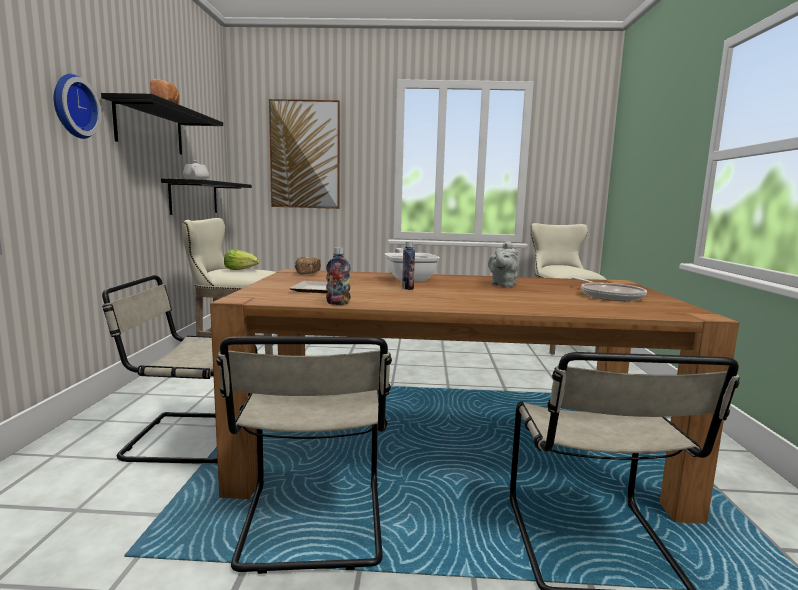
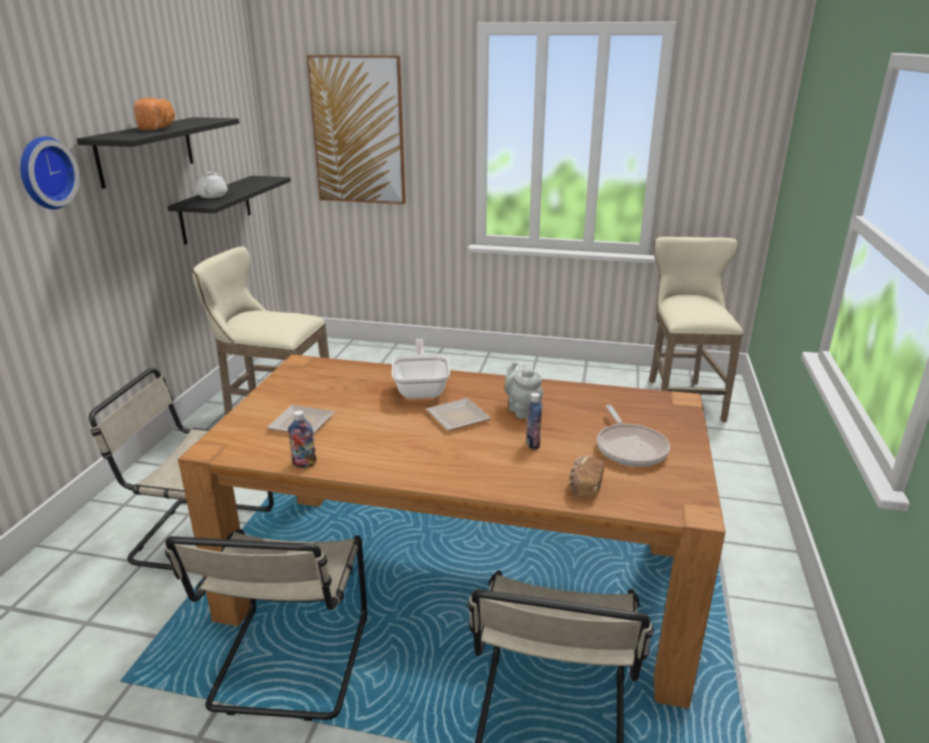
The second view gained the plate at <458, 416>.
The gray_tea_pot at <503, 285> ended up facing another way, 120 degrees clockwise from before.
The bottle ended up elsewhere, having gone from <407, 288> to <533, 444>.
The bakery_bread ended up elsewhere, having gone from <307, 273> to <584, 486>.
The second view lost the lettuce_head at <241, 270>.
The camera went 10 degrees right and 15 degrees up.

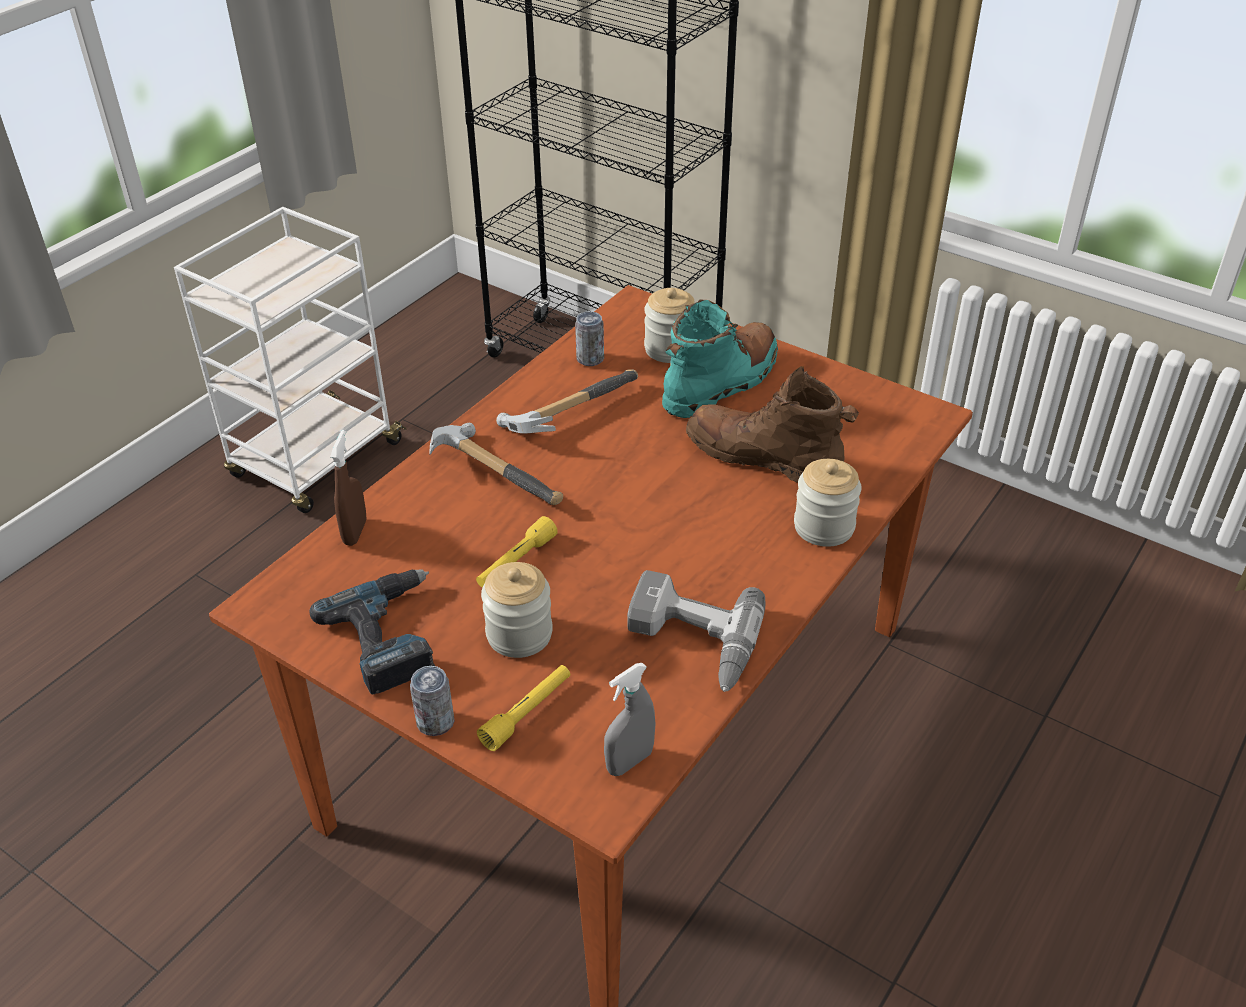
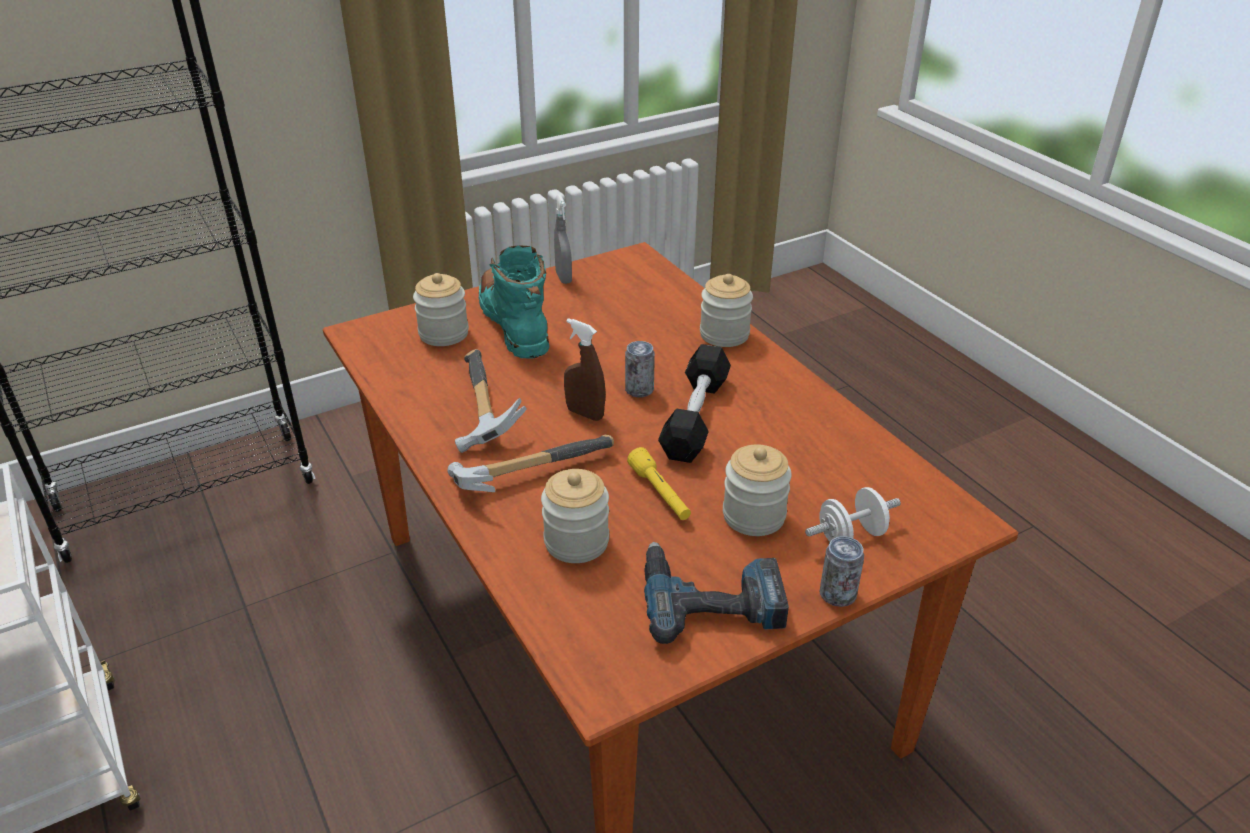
The second view gained the storage_jar at <576, 542>.
The gray_spray_bottle ended up elsewhere, having gone from <629, 761> to <563, 277>.
The brown-coloured_spray_bottle ended up elsewhere, having gone from <355, 532> to <585, 413>.
The sealed_can ended up elsewhere, having gone from <590, 359> to <639, 390>.
The second view gained the black-coloured_hand_weight at <695, 417>.
Where the yellow-coloured_flashlight stood at <527, 713>, the whitish_hand_weight came to stand at <850, 536>.
The second view lost the power_drill at <691, 642>.
The second view lost the brown-coloured_high-top_boot at <764, 458>.
The camera went 65 degrees left and 5 degrees down.

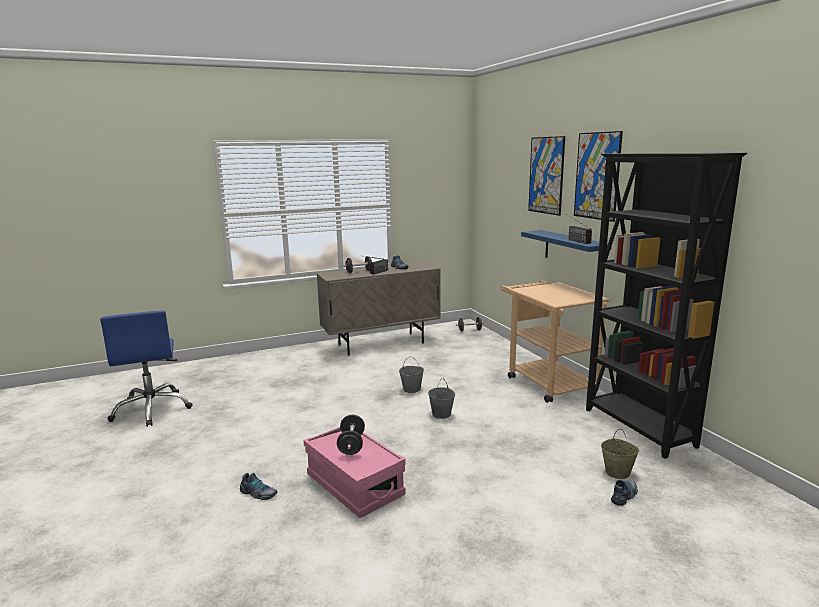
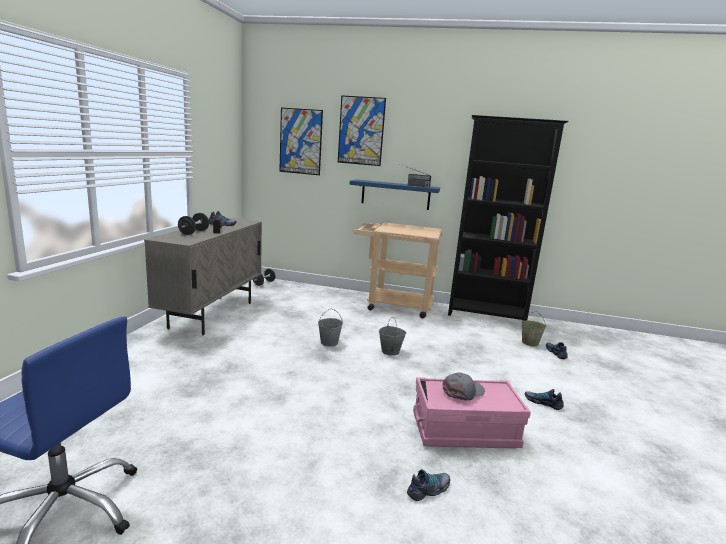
The picture ended up elsewhere, having gone from <597, 176> to <300, 141>.
Where the black-coloured_hand_weight stood at <351, 445>, the gray_peaked_cap came to stand at <463, 391>.
The second view gained the shoe at <543, 402>.
The camera went 55 degrees left and 0 degrees up.

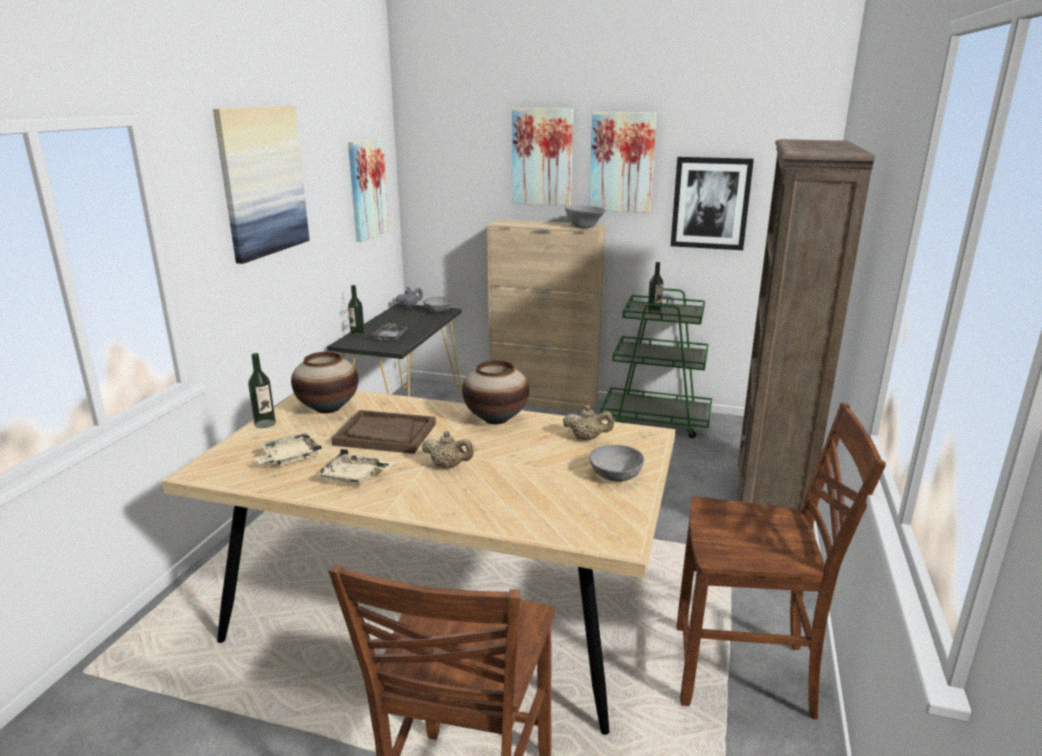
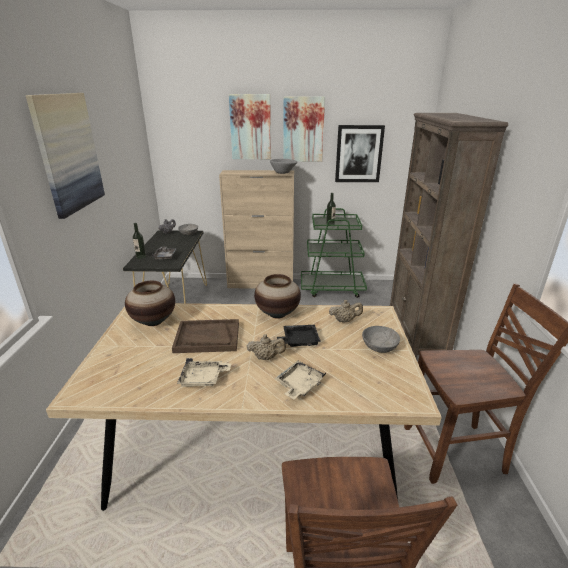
The beige-coloured_serving_tray ended up elsewhere, having gone from <289, 458> to <299, 385>.
The second view gained the black-coloured_serving_tray at <299, 341>.
The second view lost the bottle at <265, 424>.
The second view lost the picture at <367, 189>.
The camera went 15 degrees left and 5 degrees up.

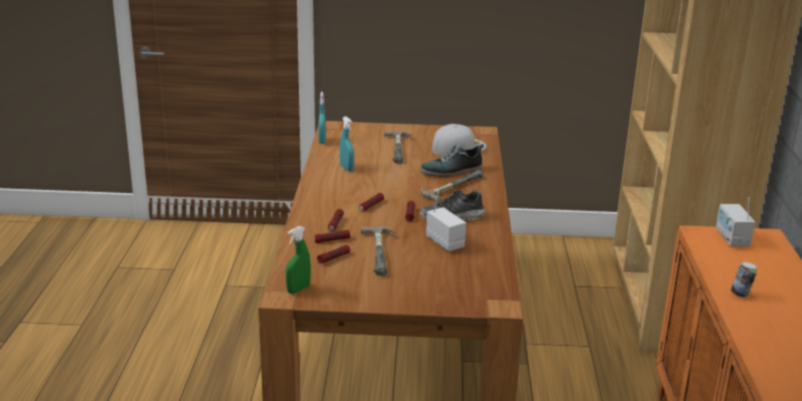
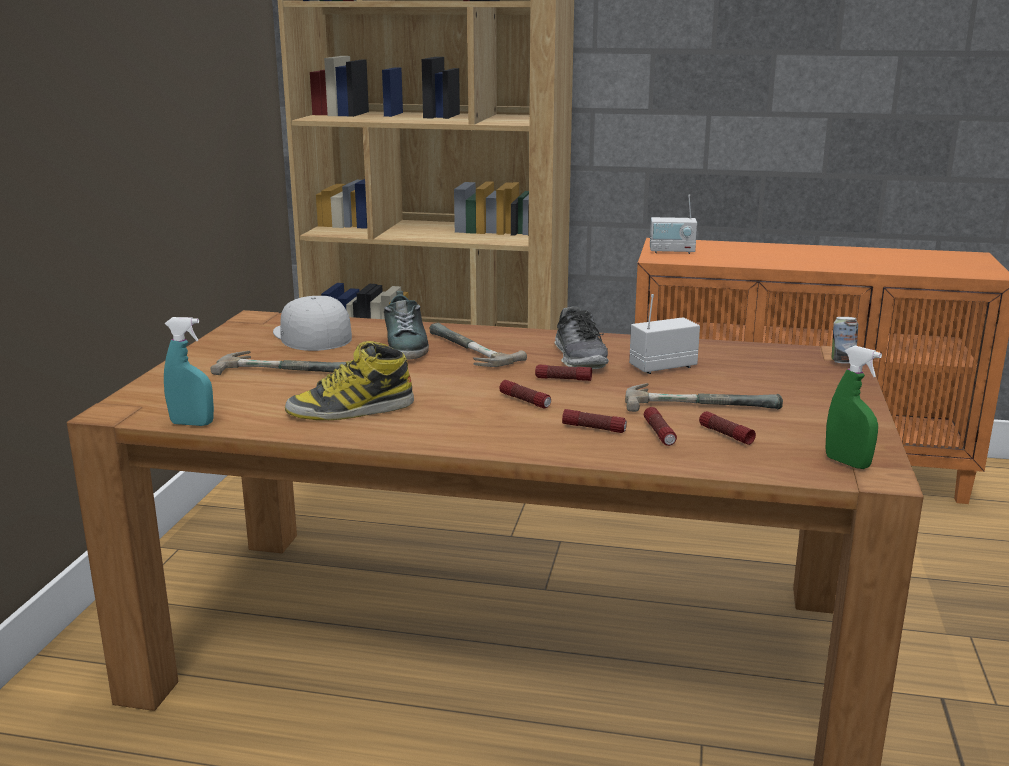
Where the turquoise-coloured_spray_bottle stood at <347, 168>, the high-top_boot came to stand at <351, 410>.
The sealed_can ended up elsewhere, having gone from <740, 294> to <842, 362>.
The camera went 80 degrees left and 5 degrees down.

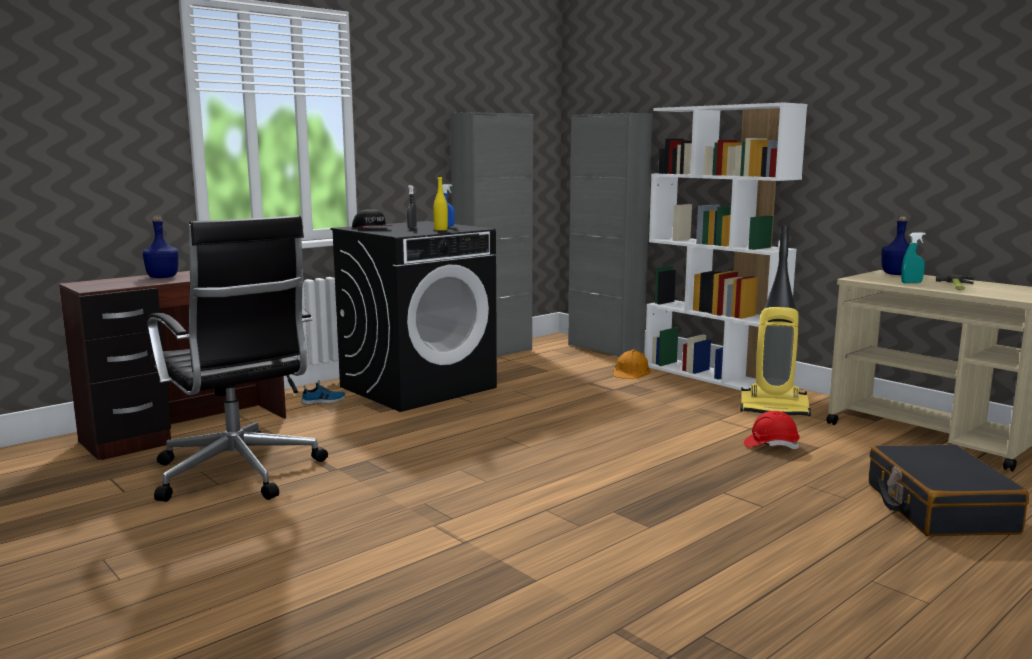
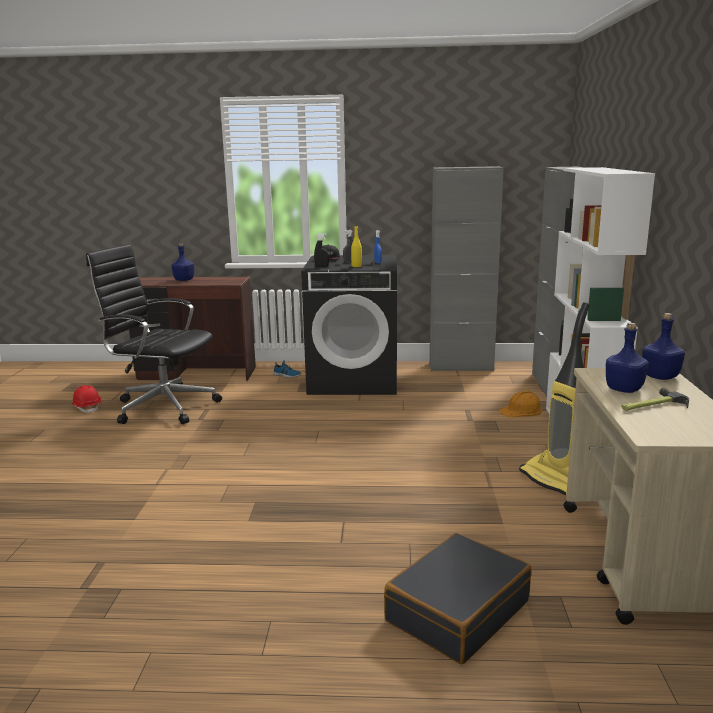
The reddish_safety_helmet ended up elsewhere, having gone from <771, 445> to <87, 407>.
The black-coloured_office_chair at <238, 474> ended up facing another way, 105 degrees clockwise from before.
The second view gained the black-coloured_spray_bottle at <321, 266>.
Where the turquoise-coloured_spray_bottle stood at <911, 283>, the blue-coloured_bottle came to stand at <624, 389>.
The camera went 45 degrees right and 5 degrees up.

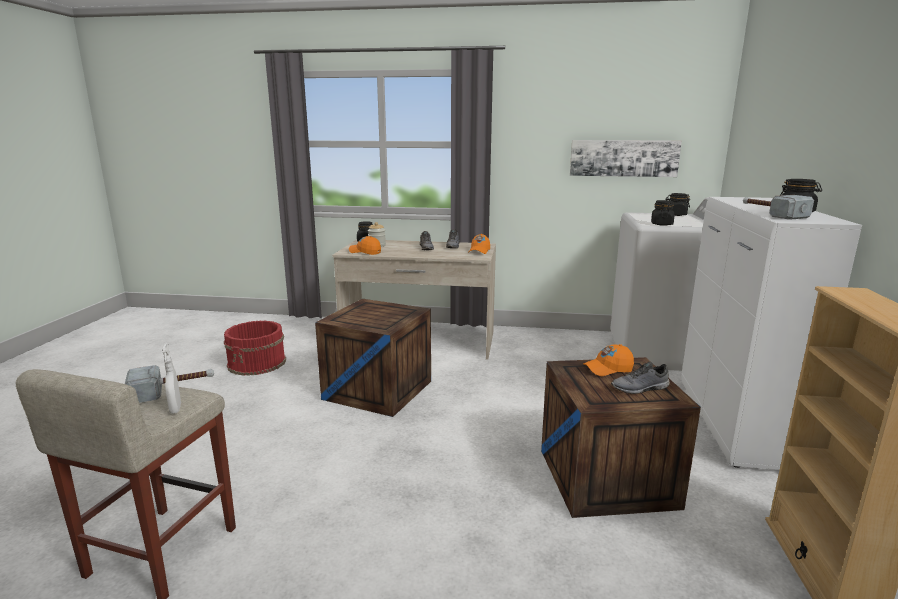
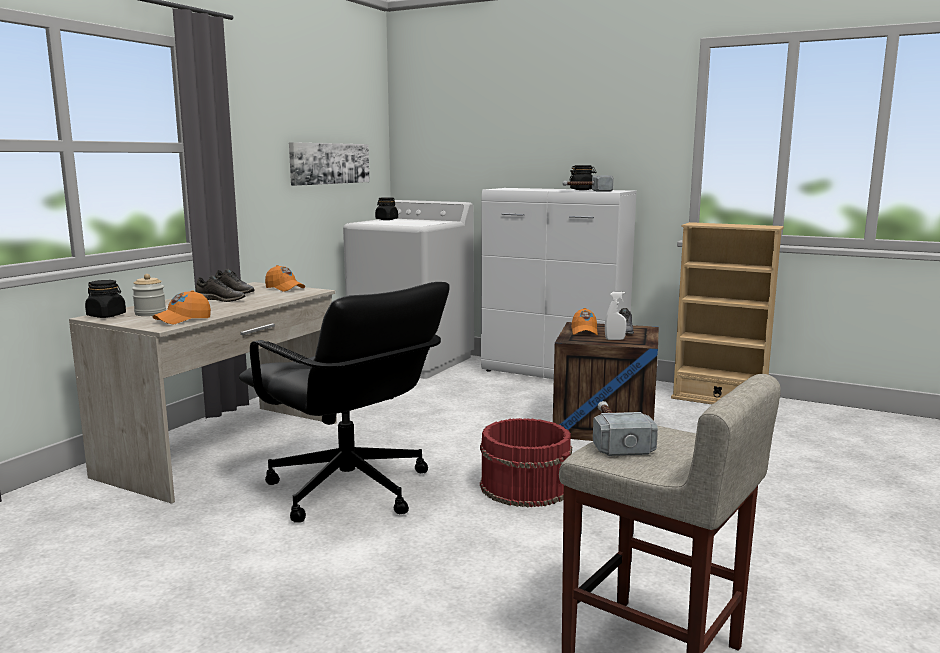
Where the packing_crate stood at <378, 390>, the black-coloured_office_chair came to stand at <348, 490>.
The reddish_pail ended up elsewhere, having gone from <257, 363> to <526, 486>.
The whitish_spray_bottle ended up elsewhere, having gone from <175, 409> to <615, 339>.
The second view lost the black-coloured_storage_jar at <661, 224>.
The camera went 70 degrees left and 5 degrees down.

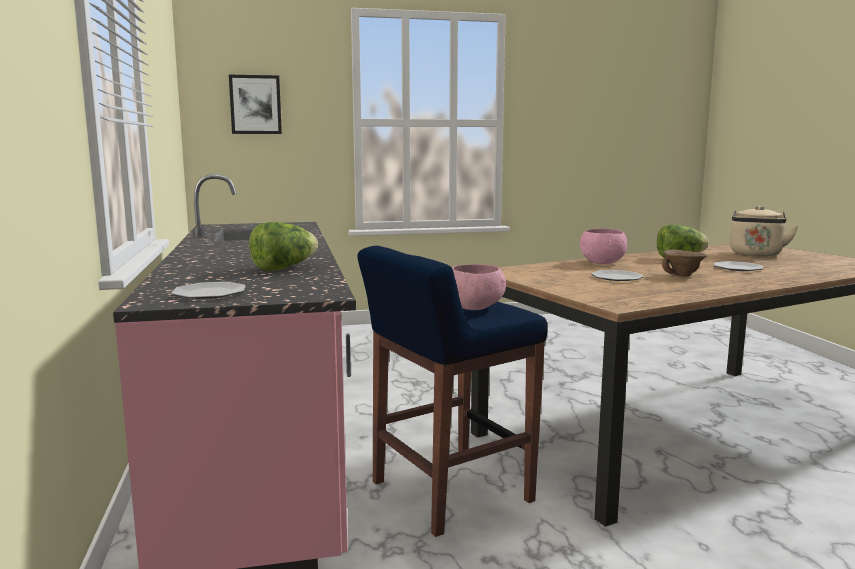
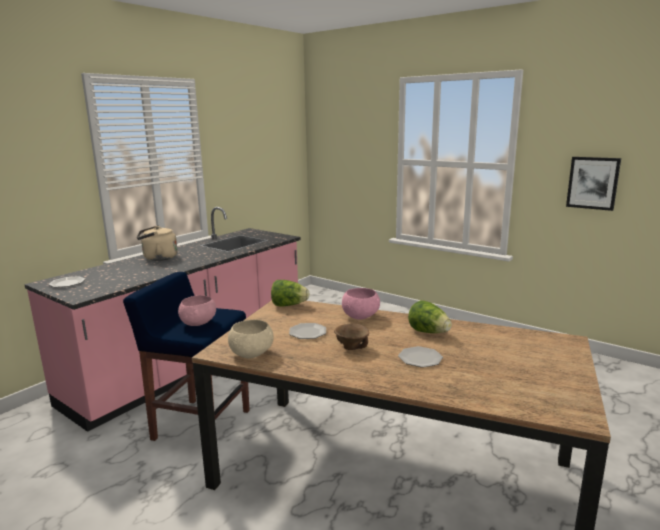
The beige-coloured_kettle ended up elsewhere, having gone from <756, 254> to <158, 258>.
The second view gained the beige-coloured_deep_dish at <252, 354>.
The lettuce_head ended up elsewhere, having gone from <283, 268> to <289, 305>.
The picture ended up elsewhere, having gone from <255, 104> to <593, 183>.
The camera went 50 degrees right and 5 degrees up.

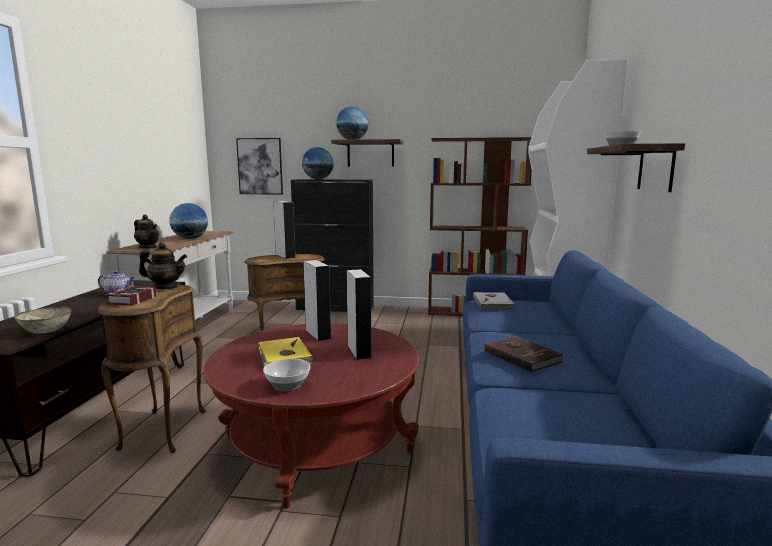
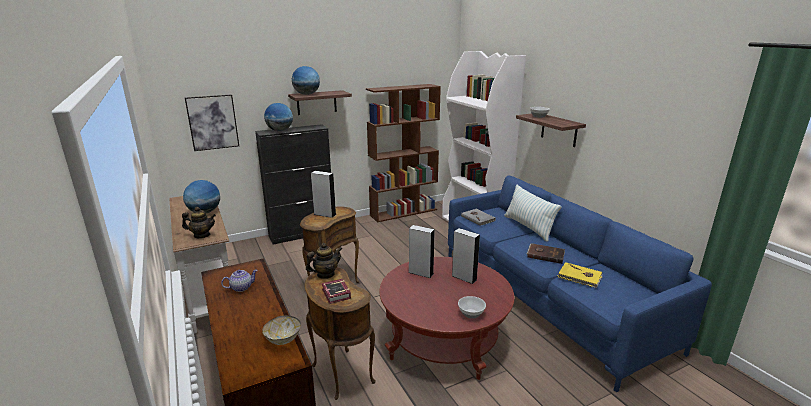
The second view gained the cushion at <528, 227>.
The yellow-coloured_volume ended up elsewhere, having gone from <283, 356> to <580, 277>.
The camera went 35 degrees left and 10 degrees up.

